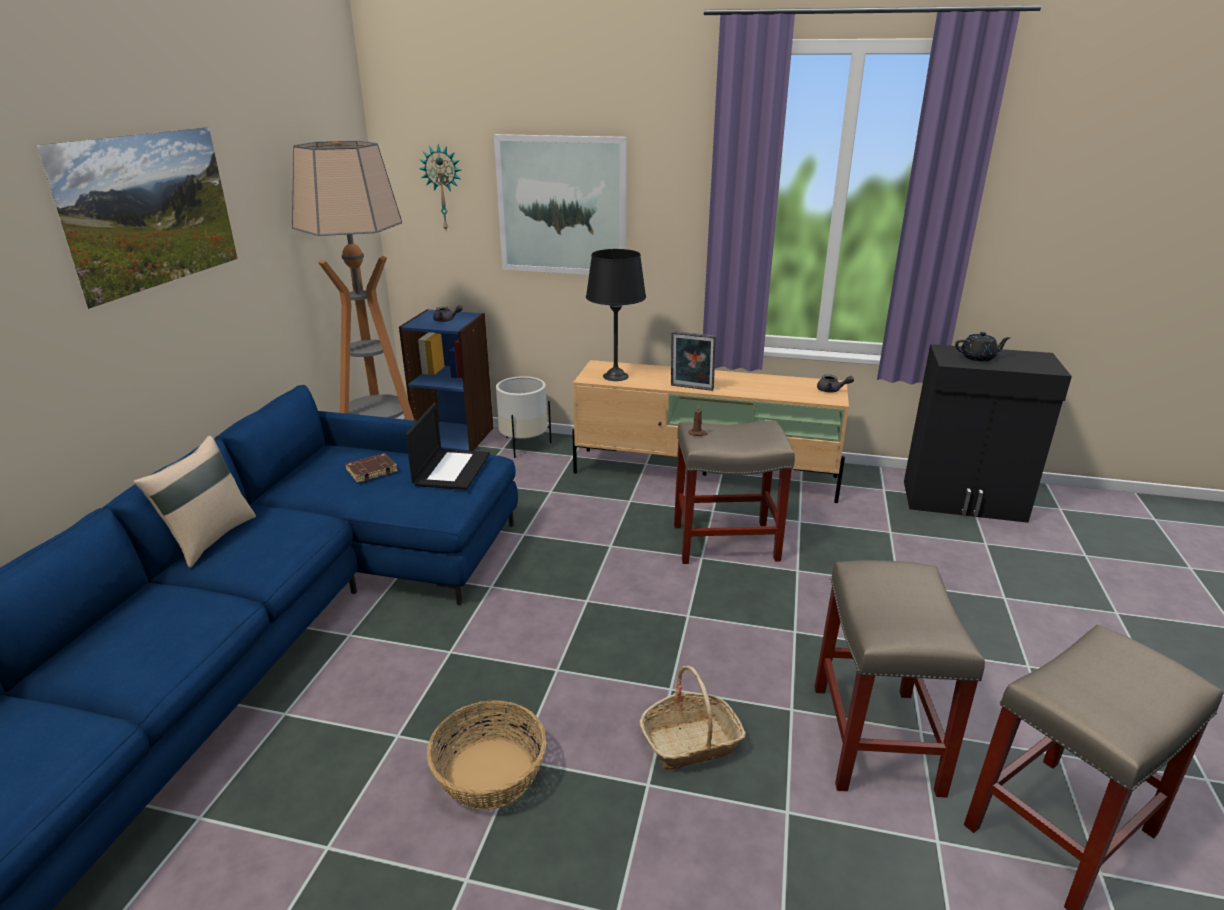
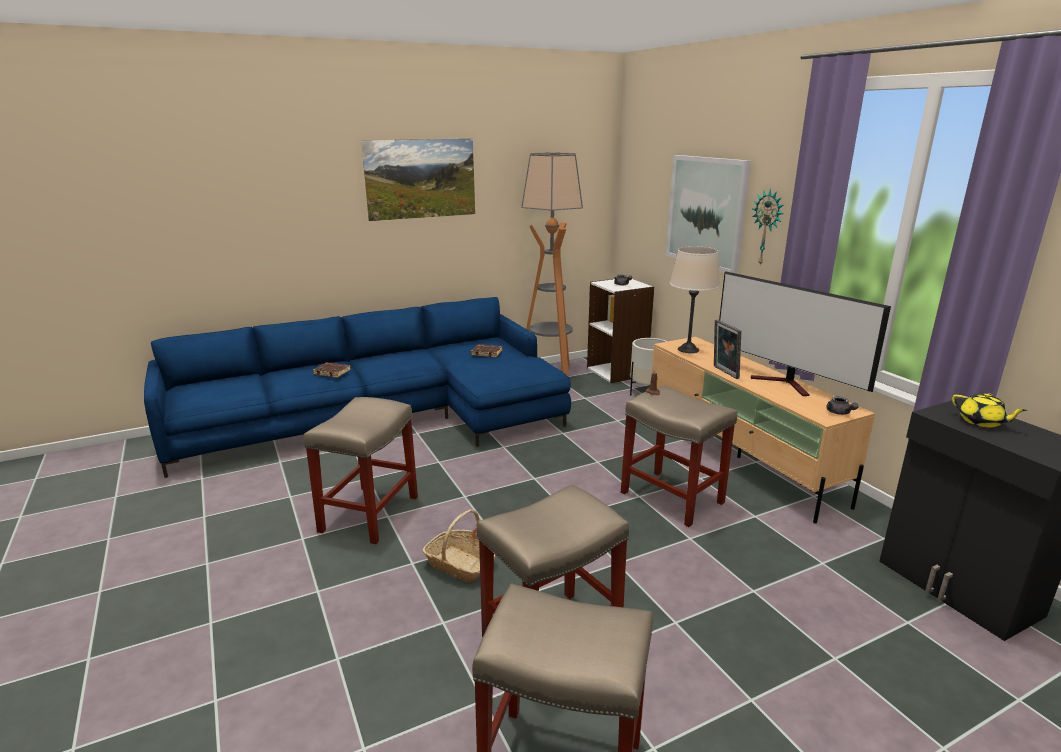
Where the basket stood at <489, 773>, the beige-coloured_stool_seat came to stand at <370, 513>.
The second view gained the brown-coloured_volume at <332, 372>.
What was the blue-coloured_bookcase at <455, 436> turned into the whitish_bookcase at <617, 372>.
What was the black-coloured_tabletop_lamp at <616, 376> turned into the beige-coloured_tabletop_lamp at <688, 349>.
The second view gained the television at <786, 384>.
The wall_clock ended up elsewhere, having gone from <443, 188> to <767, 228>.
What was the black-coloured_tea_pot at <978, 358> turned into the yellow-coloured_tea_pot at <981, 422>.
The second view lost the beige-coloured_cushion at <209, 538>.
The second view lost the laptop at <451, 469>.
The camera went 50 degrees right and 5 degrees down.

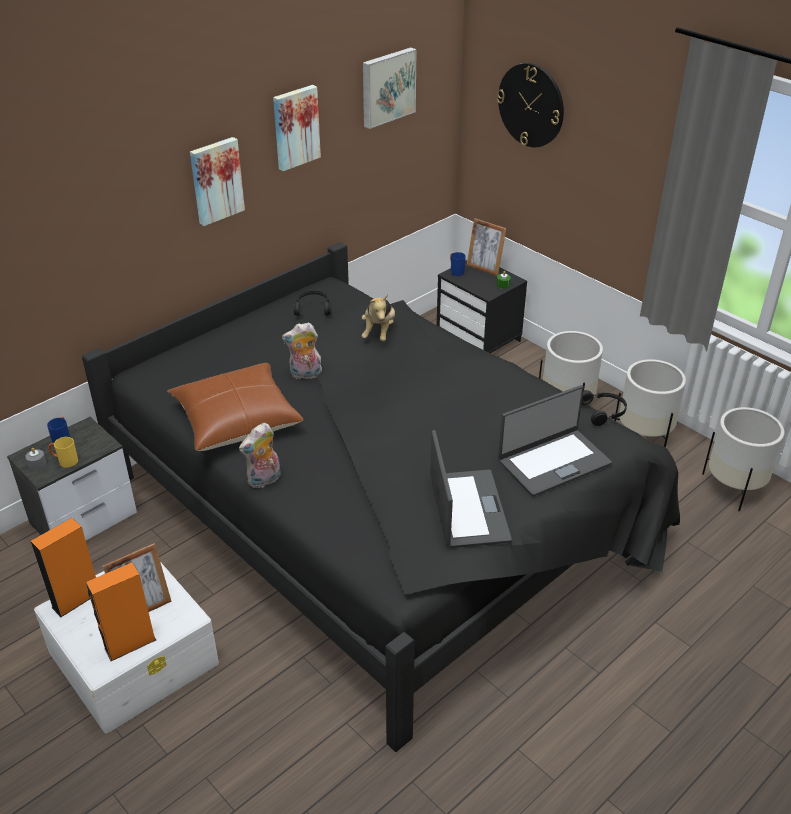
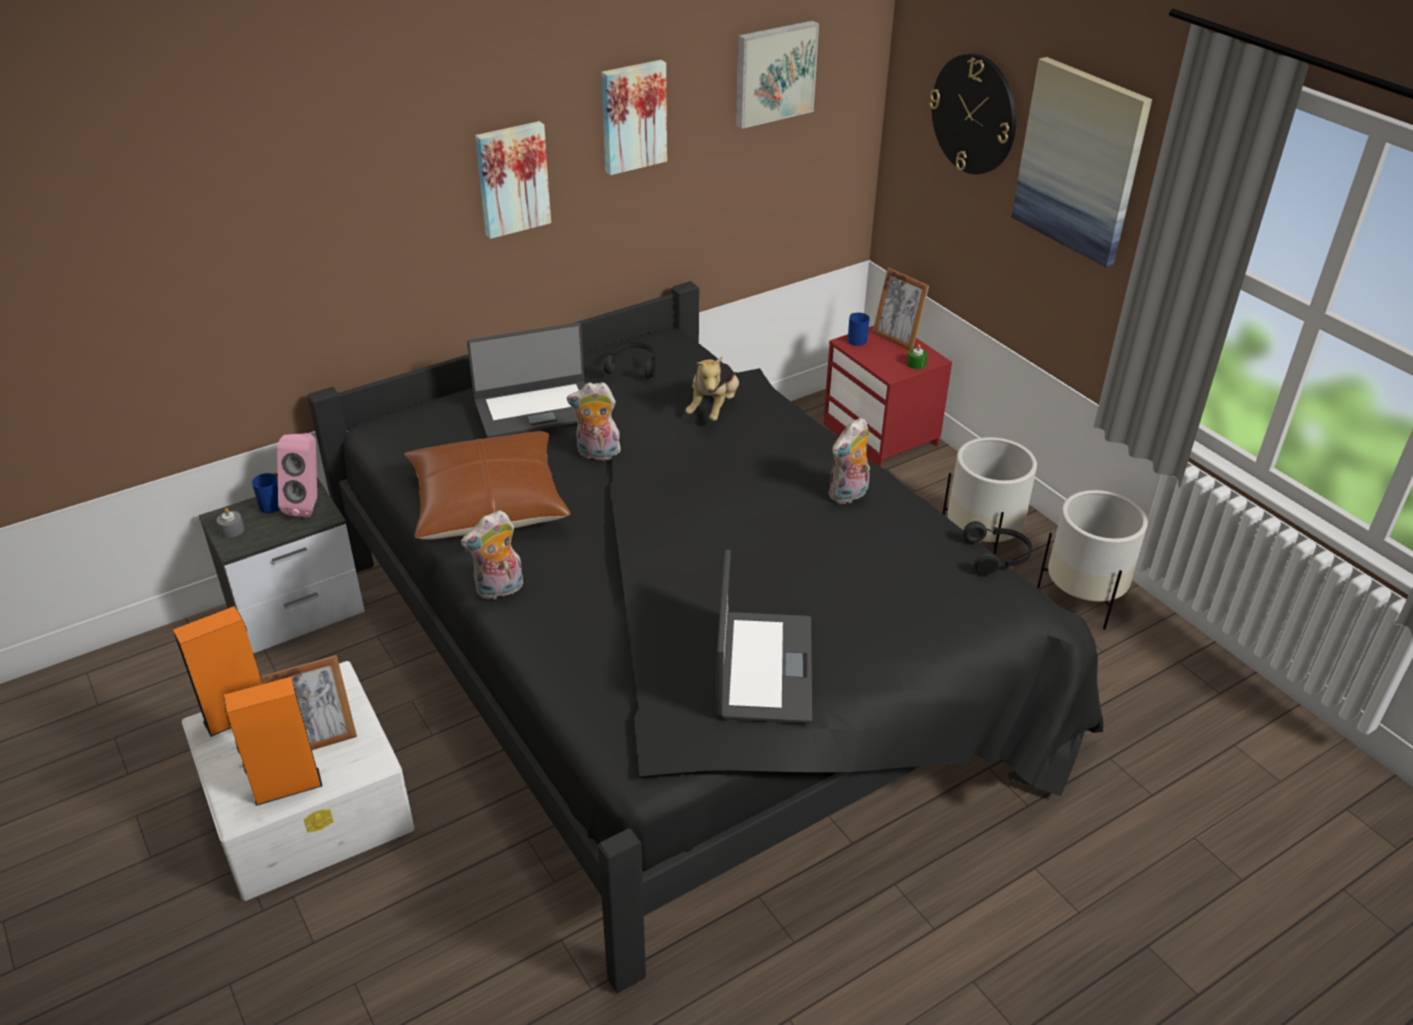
The second view gained the pink_audio_speaker at <309, 505>.
The laptop ended up elsewhere, having gone from <553, 462> to <536, 409>.
What was the black-coloured_night_table at <479, 338> turned into the reddish_night_table at <882, 435>.
The second view gained the soft_toy at <848, 495>.
The second view gained the picture at <1080, 161>.
The second view lost the yellow-coloured_coffee_mug at <65, 461>.
The second view lost the whitish_plant_pot at <734, 487>.
The camera went 10 degrees right and 0 degrees up.

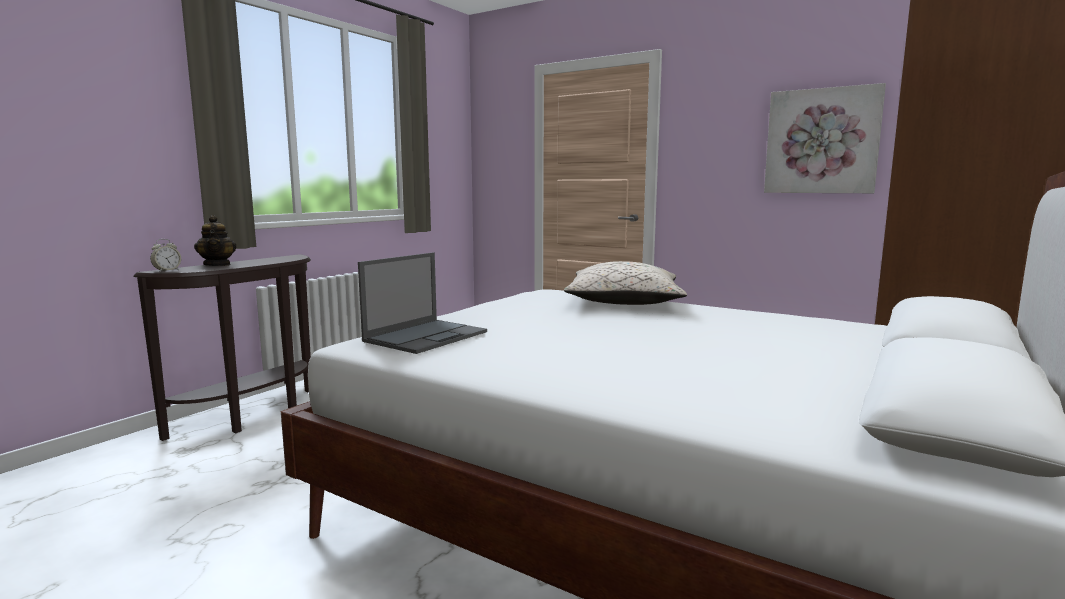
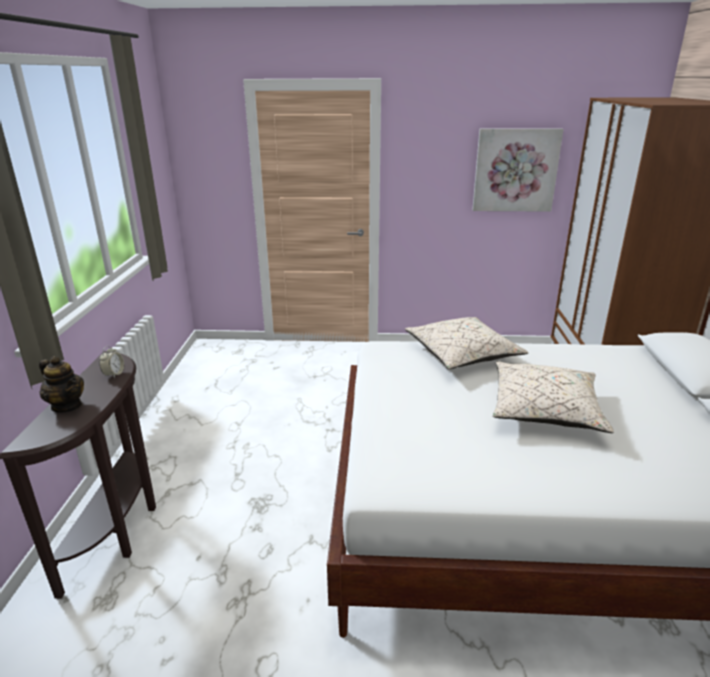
The bedside_clock ended up elsewhere, having gone from <167, 271> to <114, 374>.
The second view gained the beige-coloured_cushion at <545, 409>.
The second view lost the laptop at <427, 336>.
The camera went 30 degrees left and 15 degrees up.

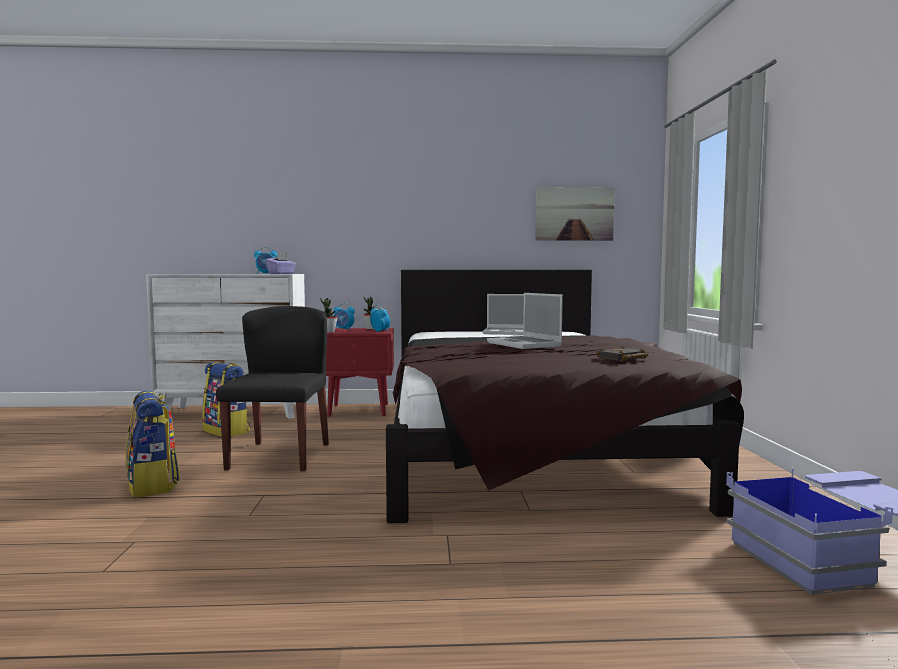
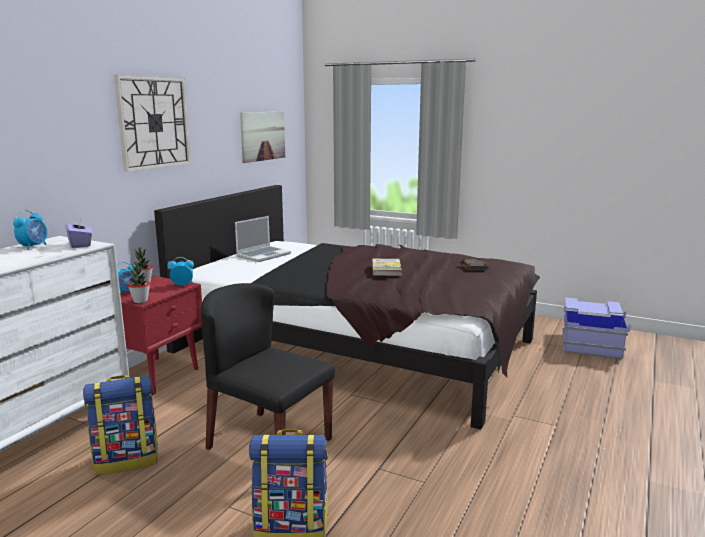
The second view gained the wall_clock at <154, 123>.
Where the laptop stood at <525, 344>, the volume came to stand at <386, 269>.
The camera went 60 degrees left and 10 degrees up.

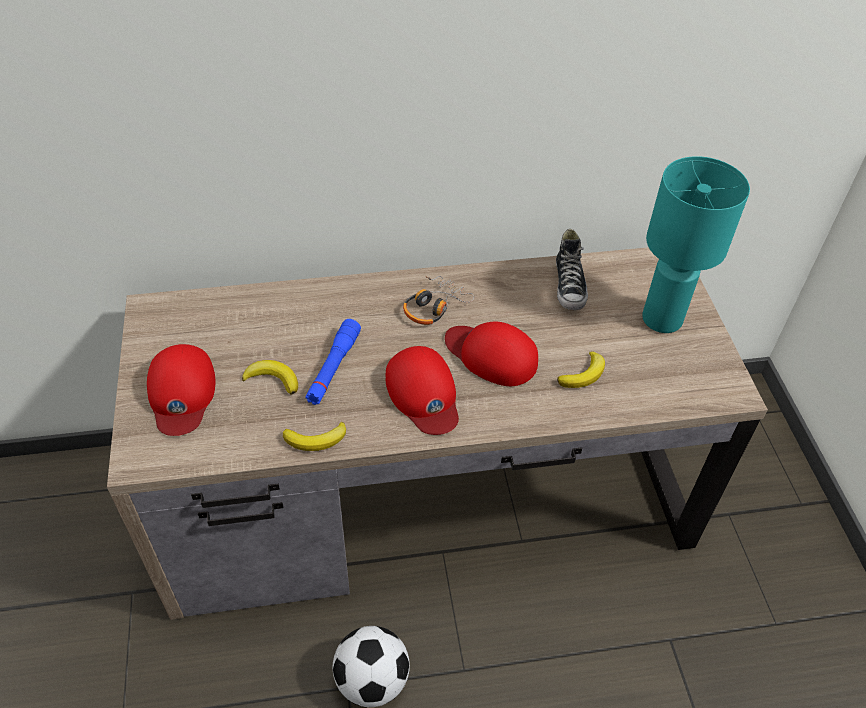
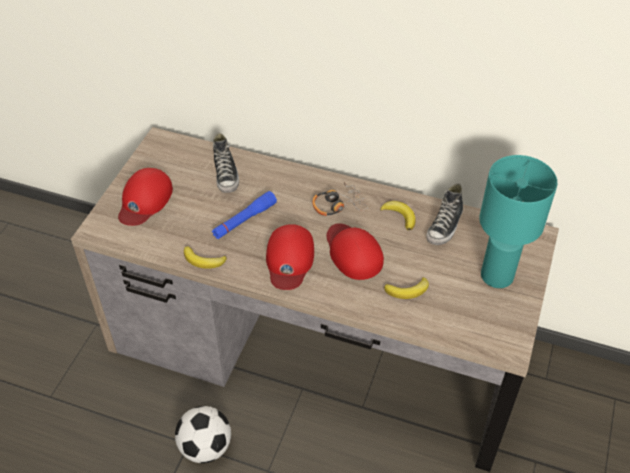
The second view gained the shoe at <226, 175>.
The banana_fruit ended up elsewhere, having gone from <273, 379> to <400, 216>.
The camera went 30 degrees right and 0 degrees up.

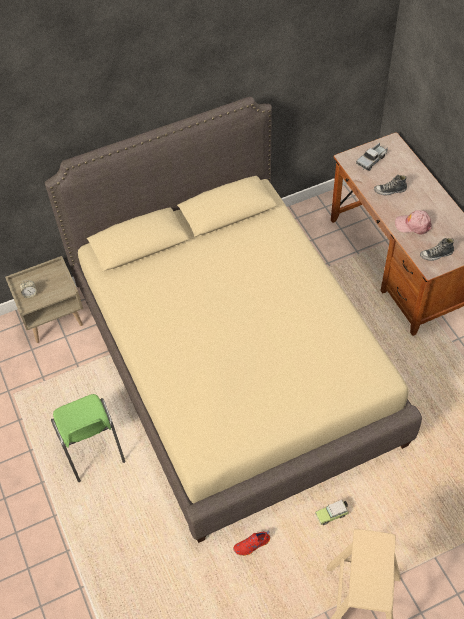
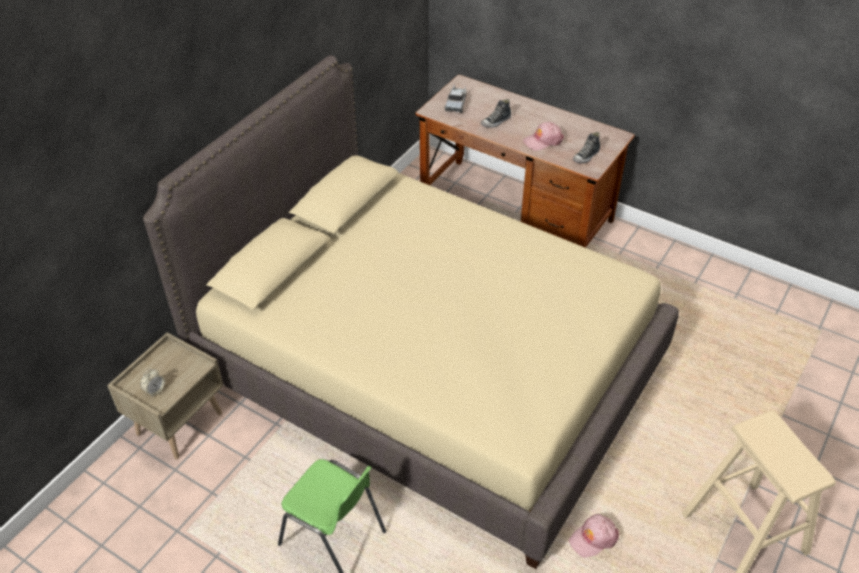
Where the reddish_shoe stood at <252, 545>, the pink_peaked_cap came to stand at <593, 538>.
The second view lost the miniature_car at <332, 514>.
The camera went 35 degrees left and 10 degrees down.

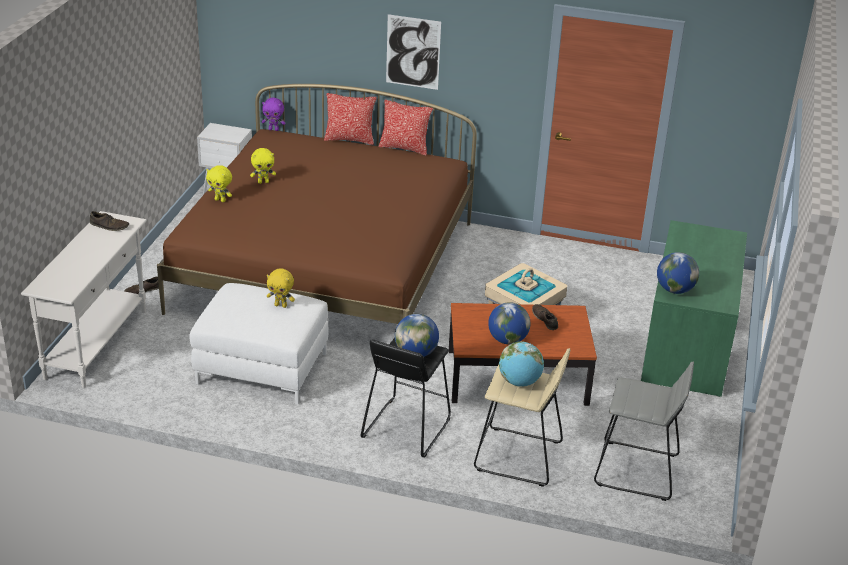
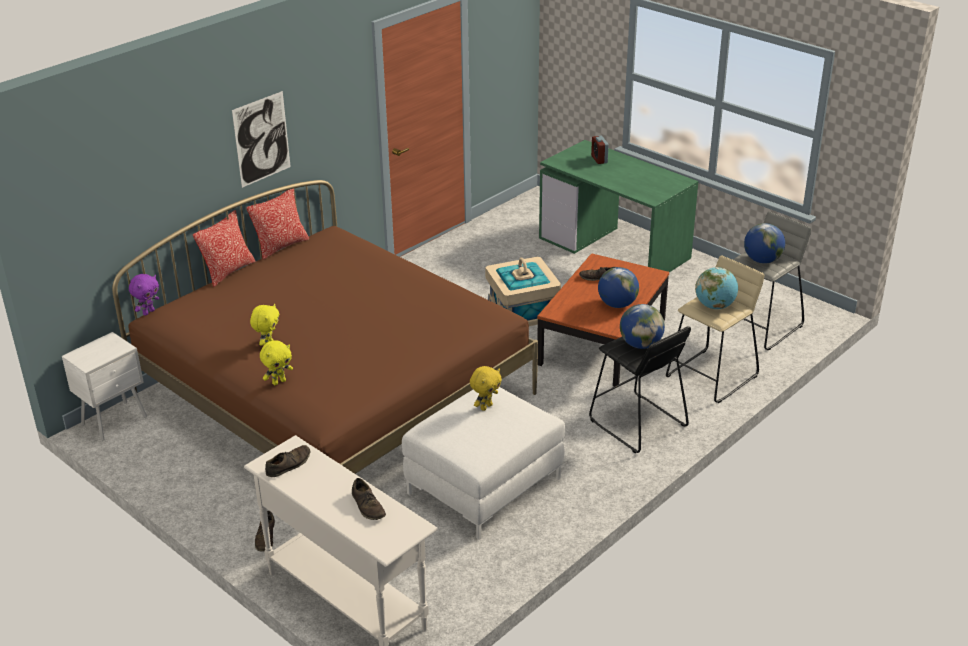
The second view gained the brown-coloured_shoe at <368, 506>.
The second view gained the bedside_clock at <599, 159>.
The world_globe ended up elsewhere, having gone from <674, 290> to <762, 260>.
The camera went 60 degrees left and 0 degrees up.

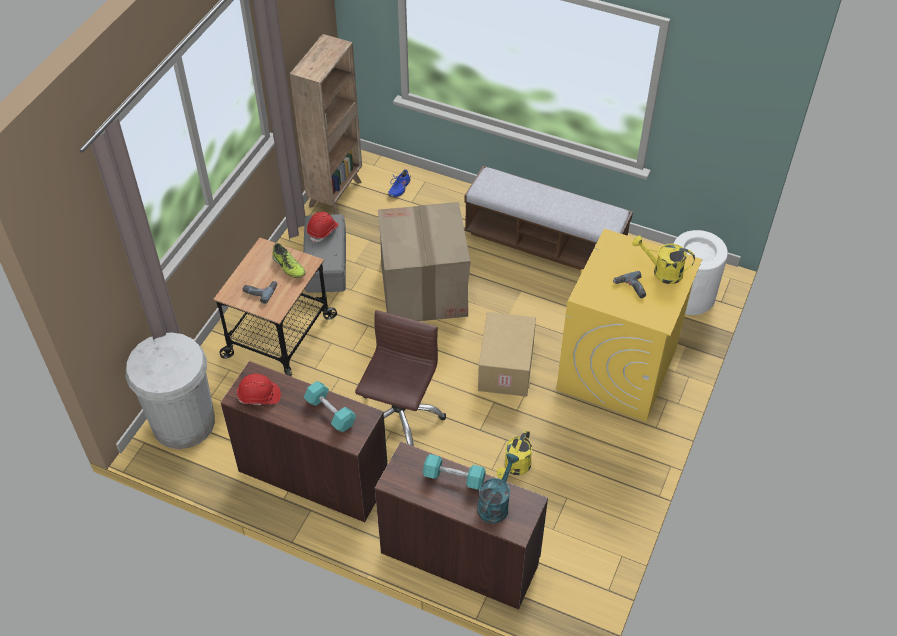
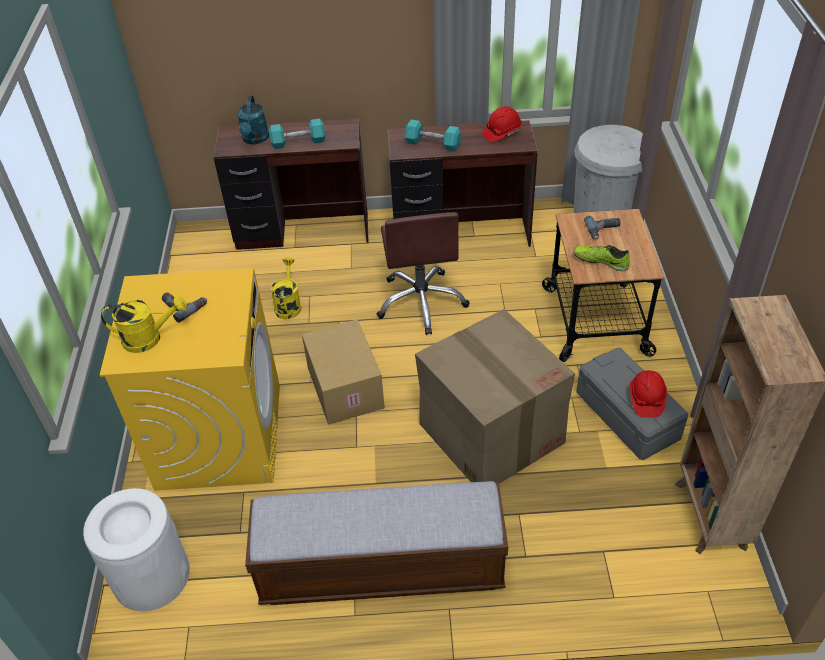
The second view lost the blue-coloured_shoe at <399, 188>.
The camera went 155 degrees right and 5 degrees down.

